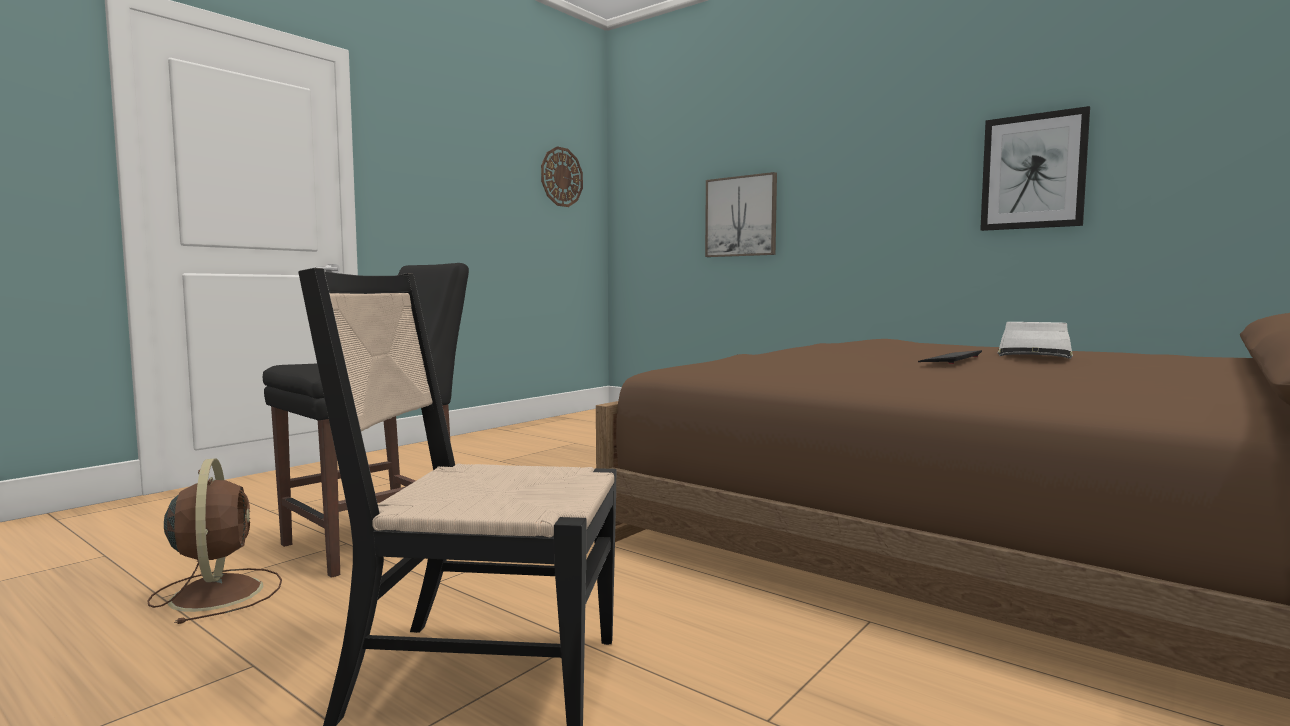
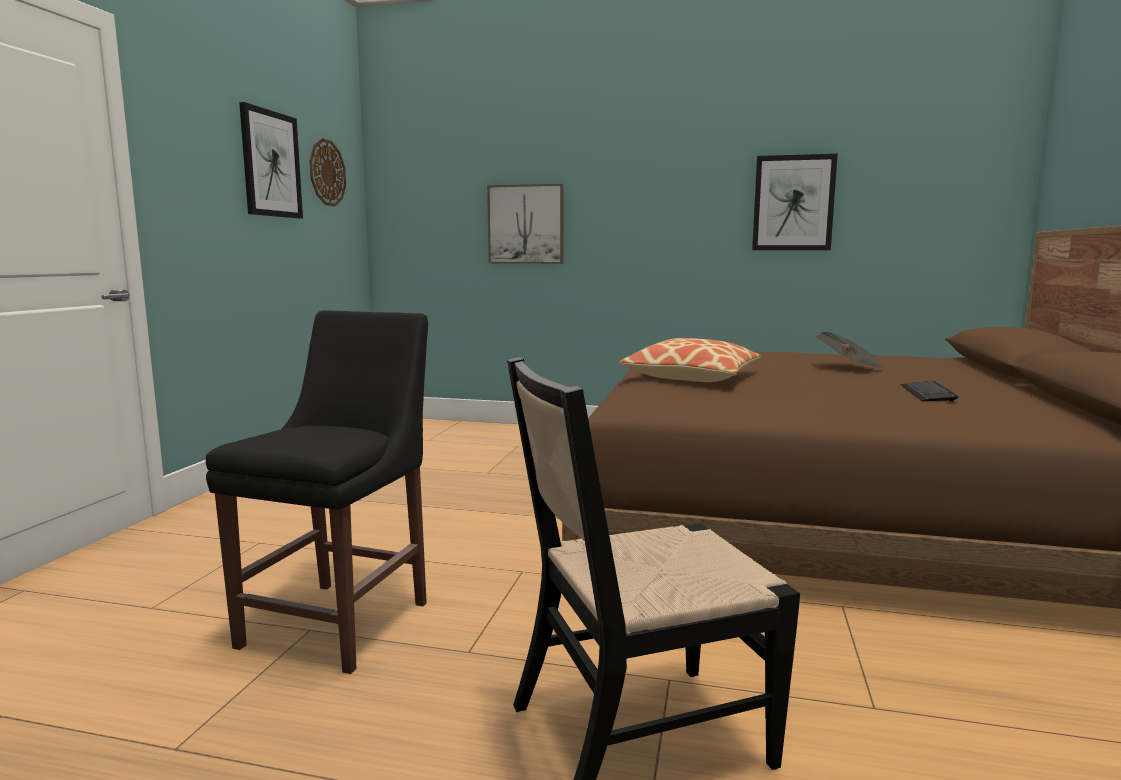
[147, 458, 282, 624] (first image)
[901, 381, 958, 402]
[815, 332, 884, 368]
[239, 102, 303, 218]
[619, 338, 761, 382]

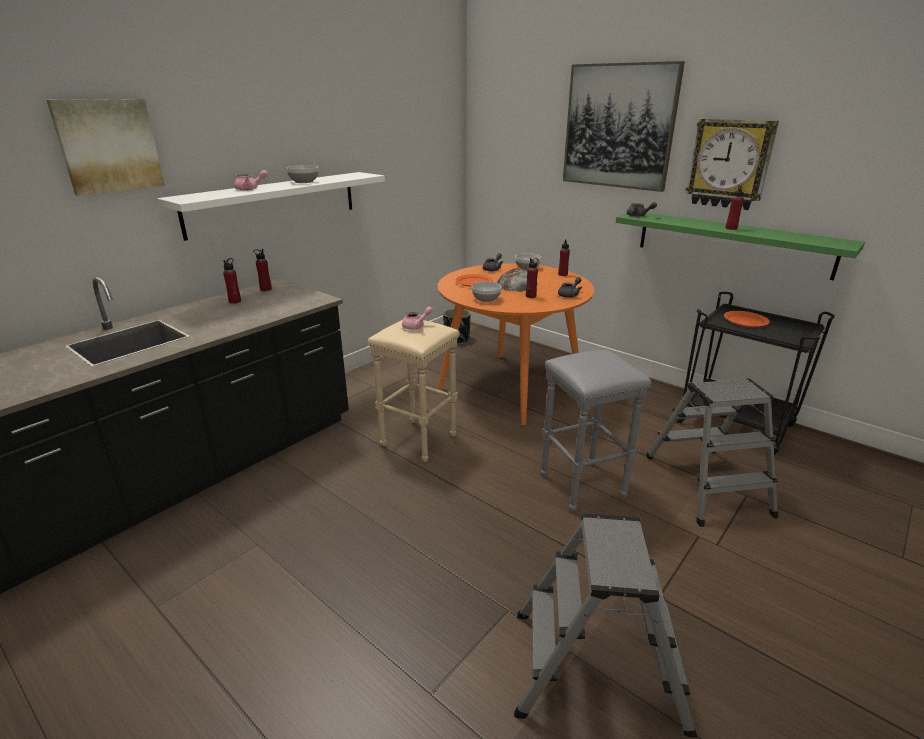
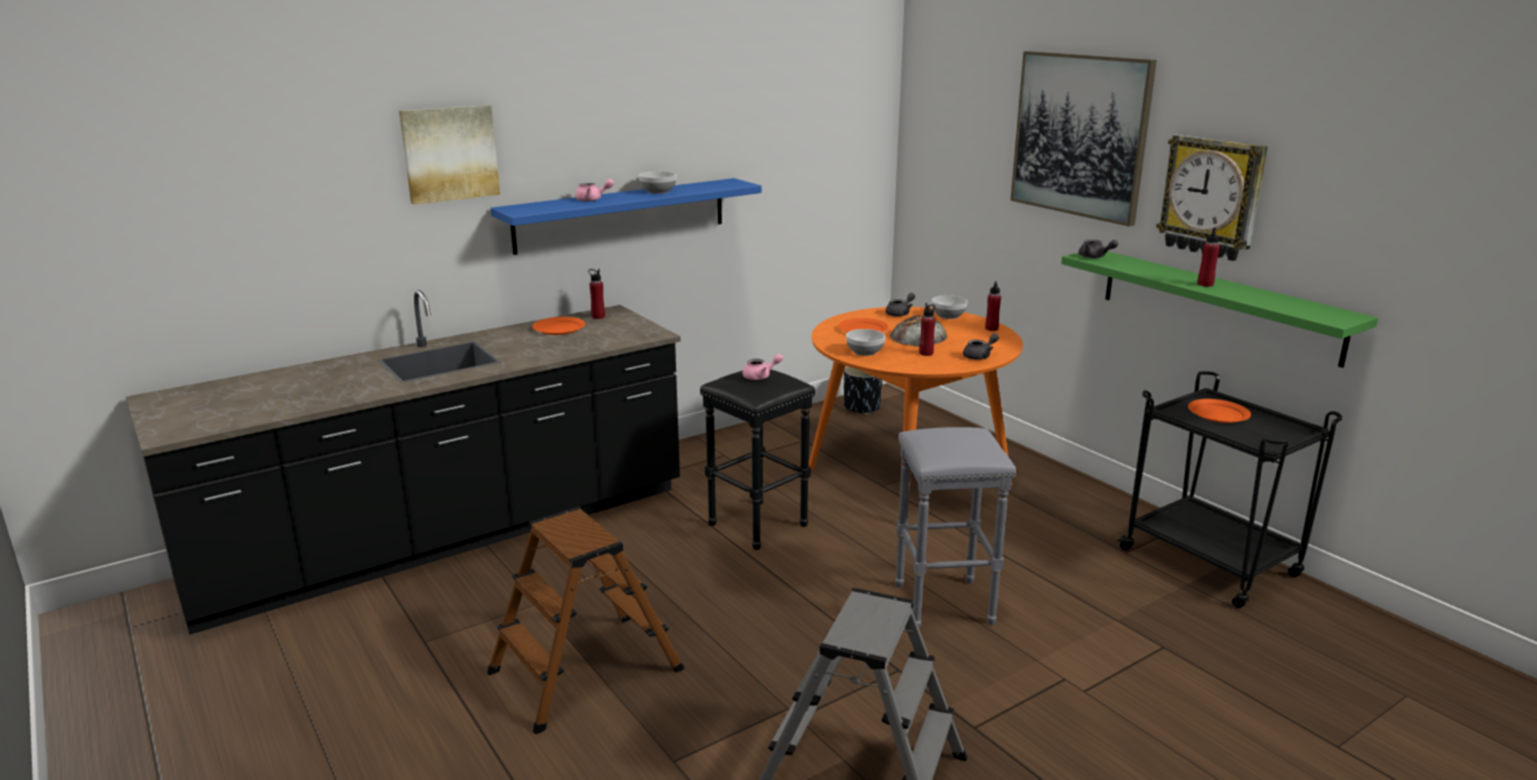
[491, 178, 762, 255]
[532, 317, 586, 335]
[700, 369, 815, 550]
[646, 378, 778, 527] (first image)
[487, 506, 685, 734]

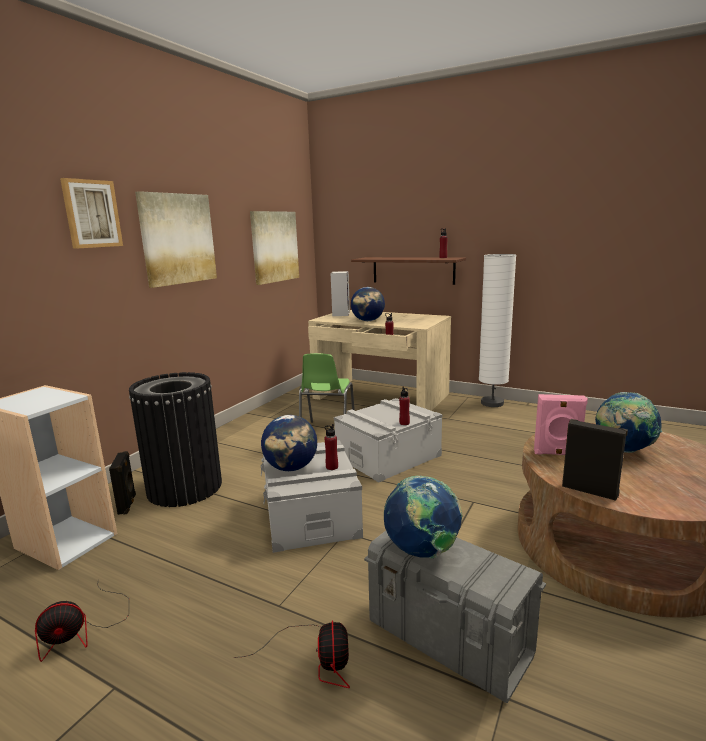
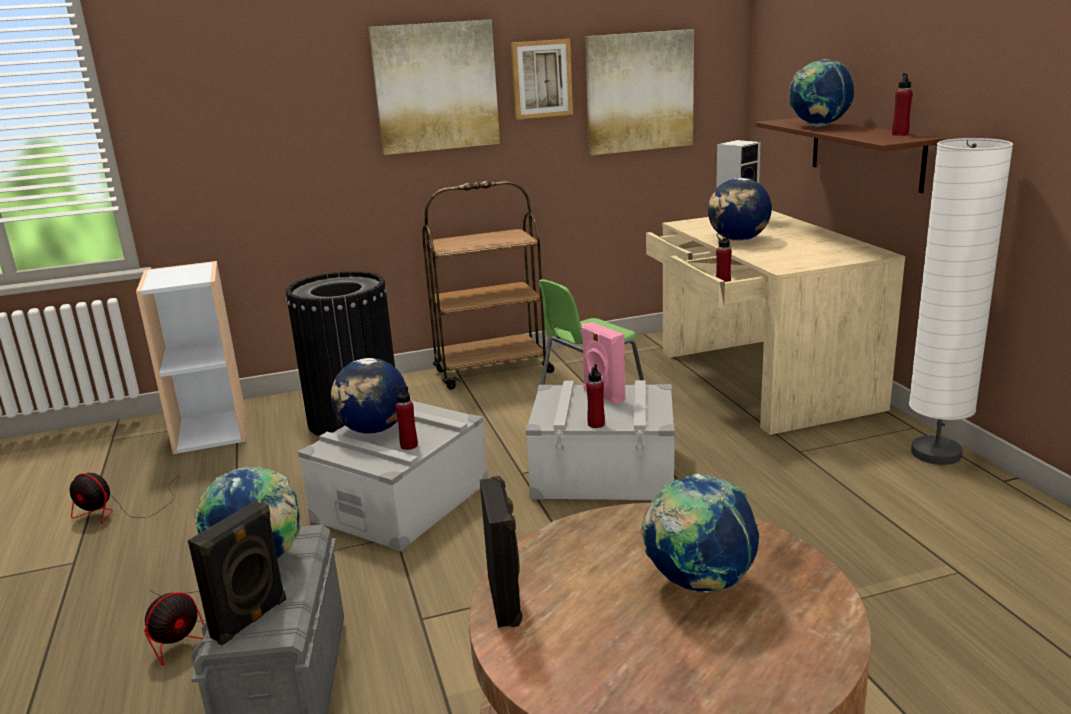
[511, 39, 573, 120]
[188, 501, 286, 646]
[581, 322, 625, 405]
[422, 181, 554, 390]
[789, 59, 854, 127]

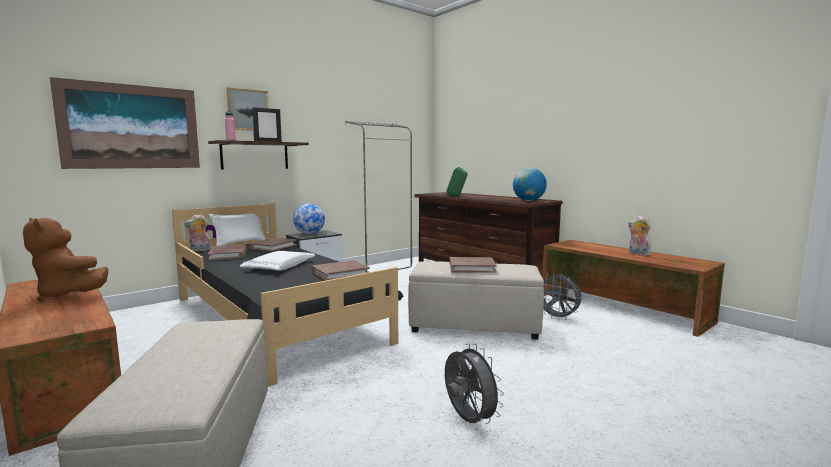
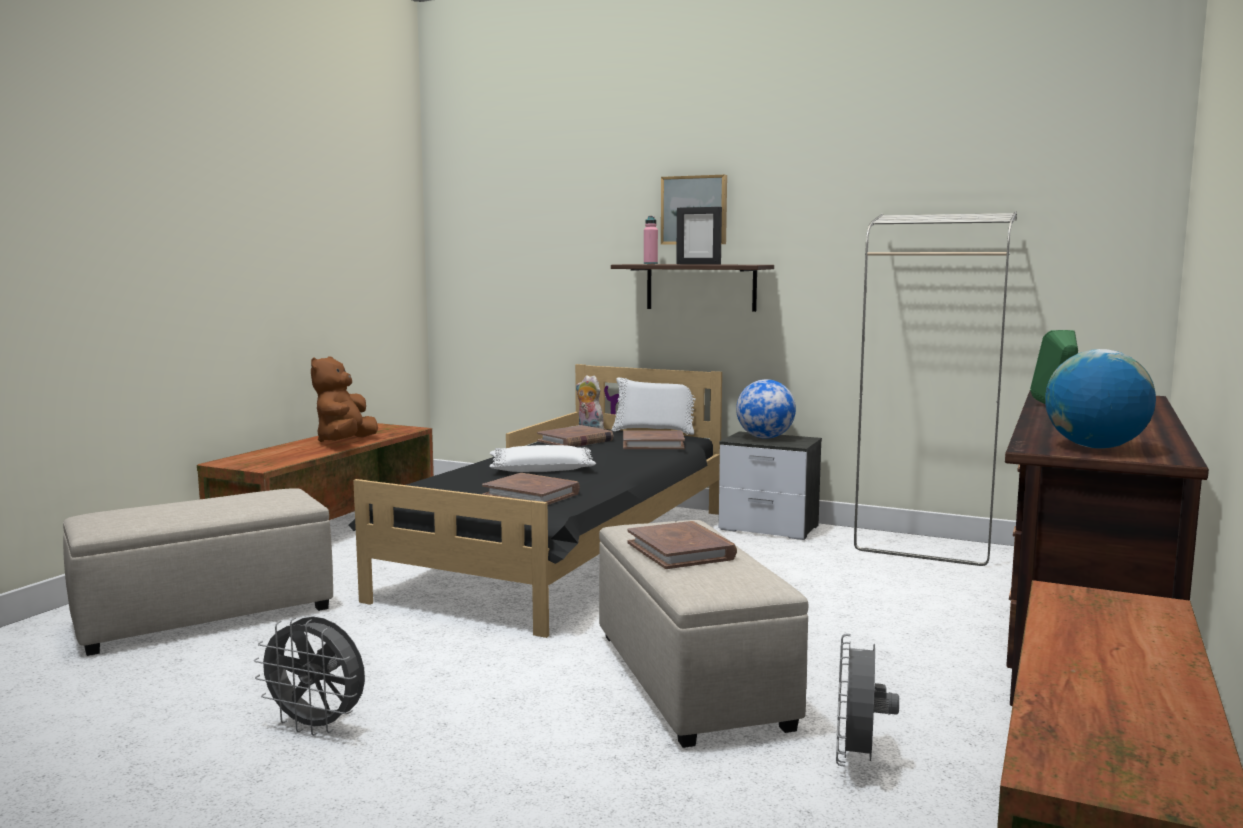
[50, 77, 200, 169] (first image)
[254, 617, 365, 736]
[628, 216, 651, 256] (first image)

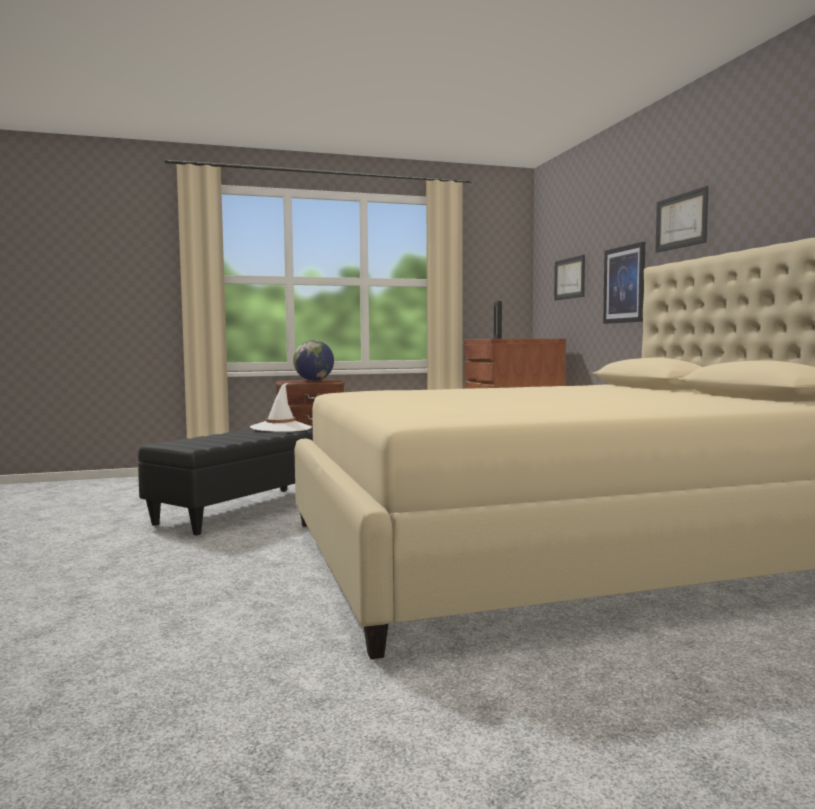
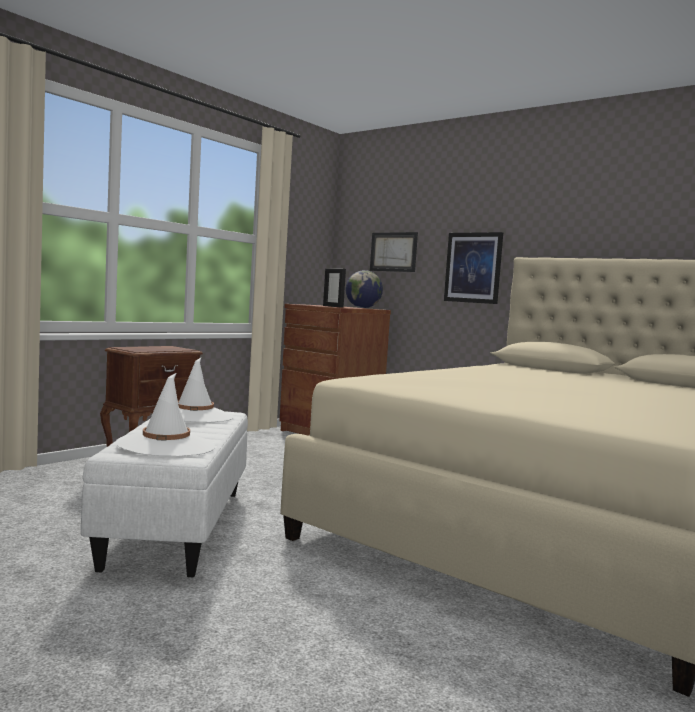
[81, 411, 248, 578]
[346, 270, 383, 308]
[655, 186, 709, 253] (first image)
[115, 373, 215, 457]

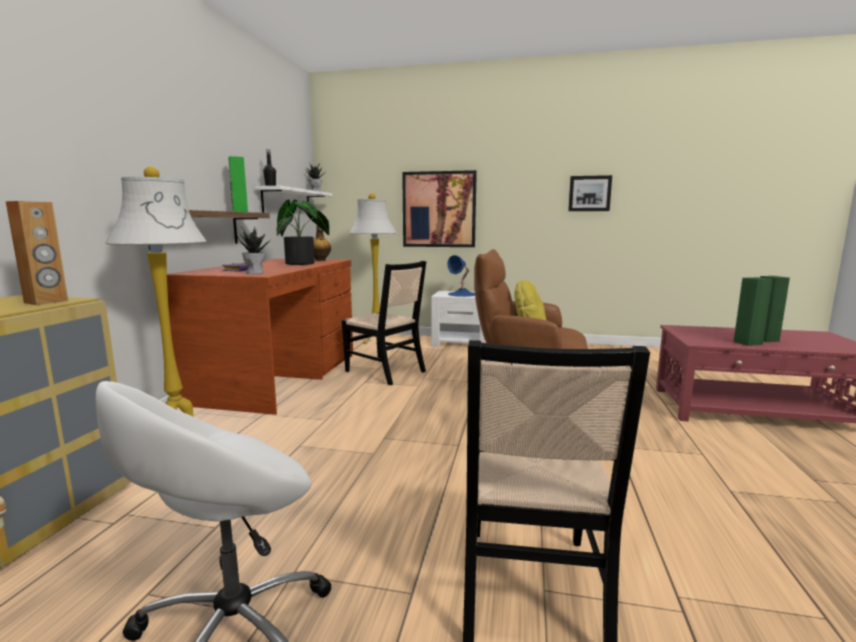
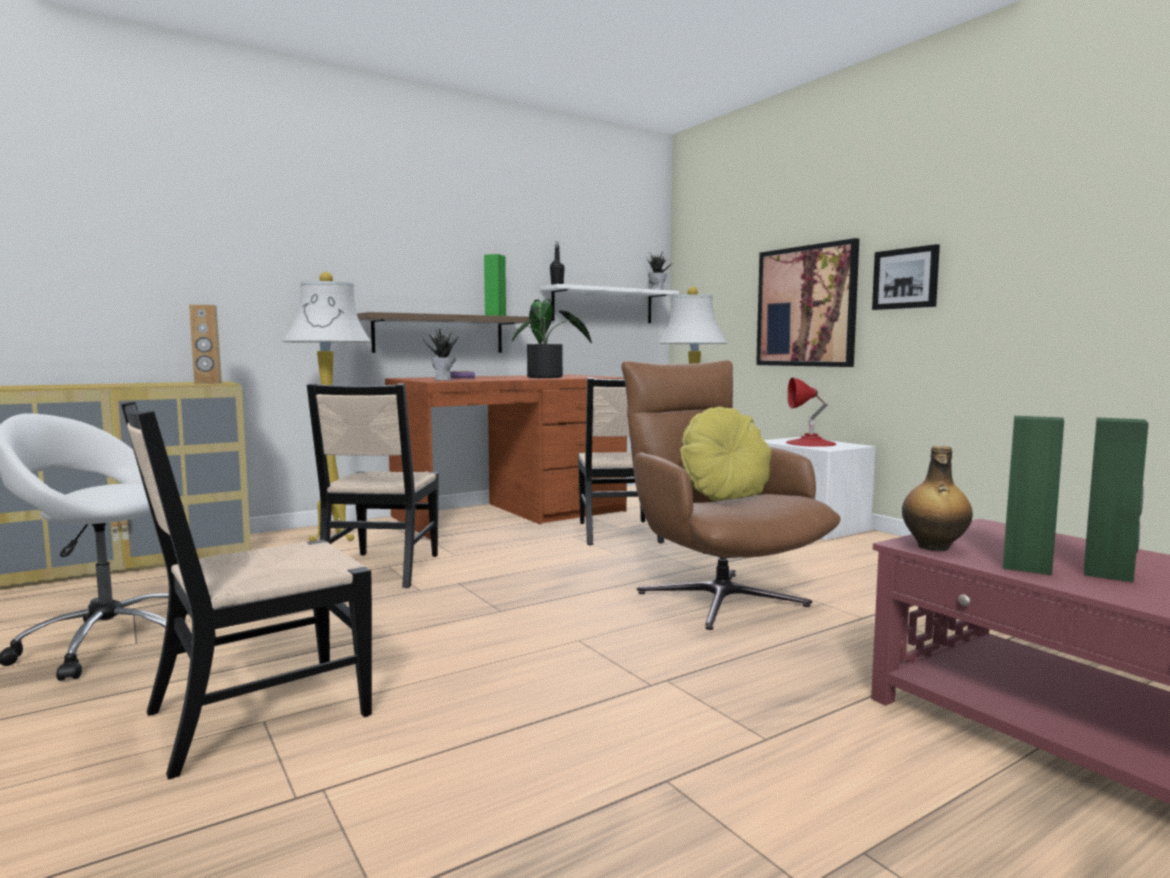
[902, 446, 973, 551]
[786, 377, 837, 447]
[872, 244, 940, 310]
[307, 383, 439, 588]

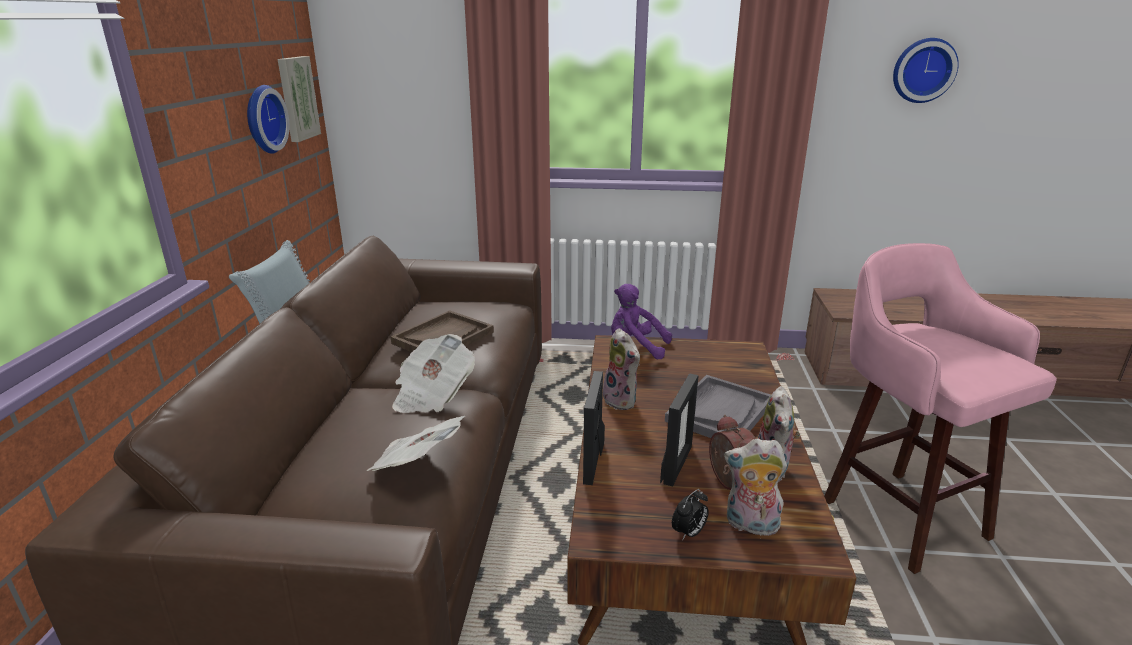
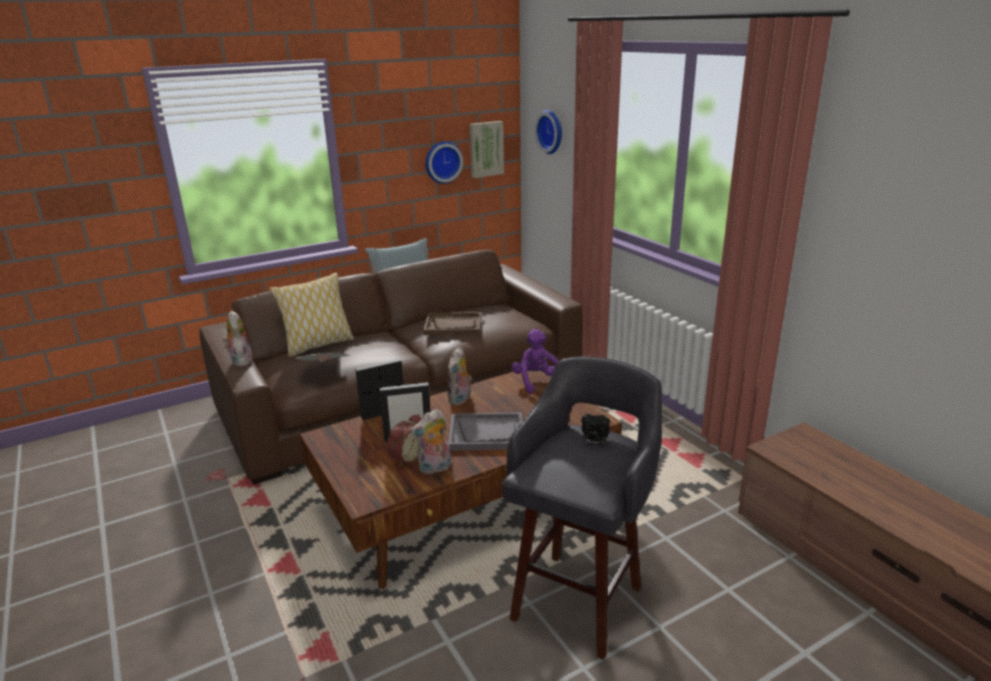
[392, 334, 475, 413] (first image)
[581, 411, 610, 445]
[223, 310, 253, 366]
[502, 357, 662, 660]
[535, 110, 562, 154]
[269, 273, 354, 357]

